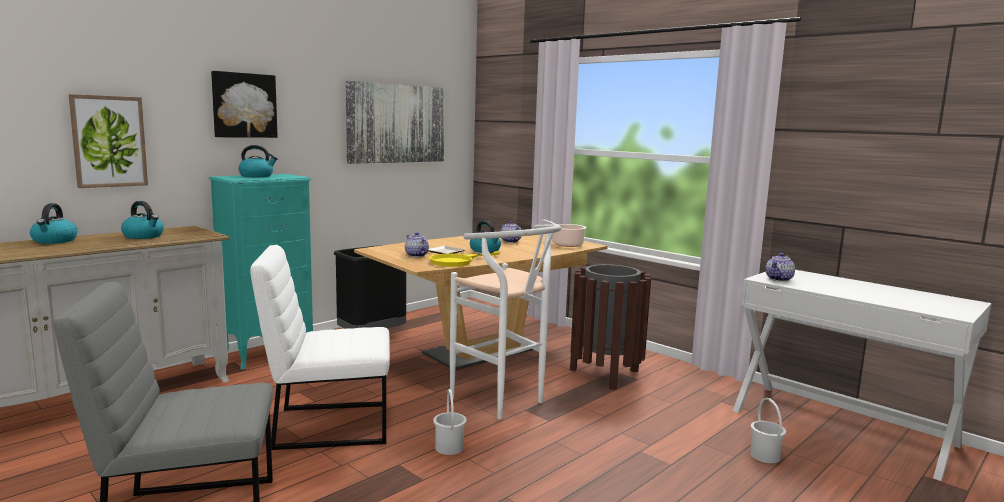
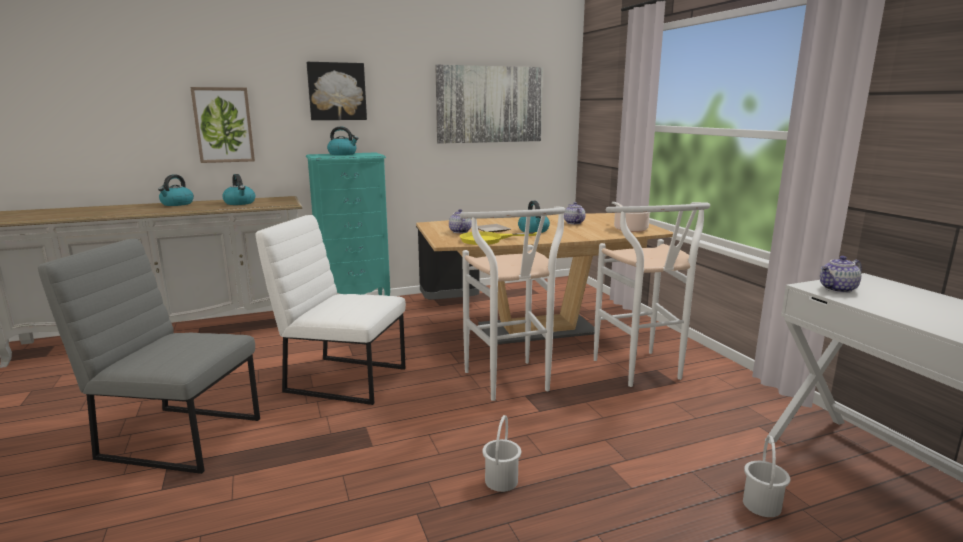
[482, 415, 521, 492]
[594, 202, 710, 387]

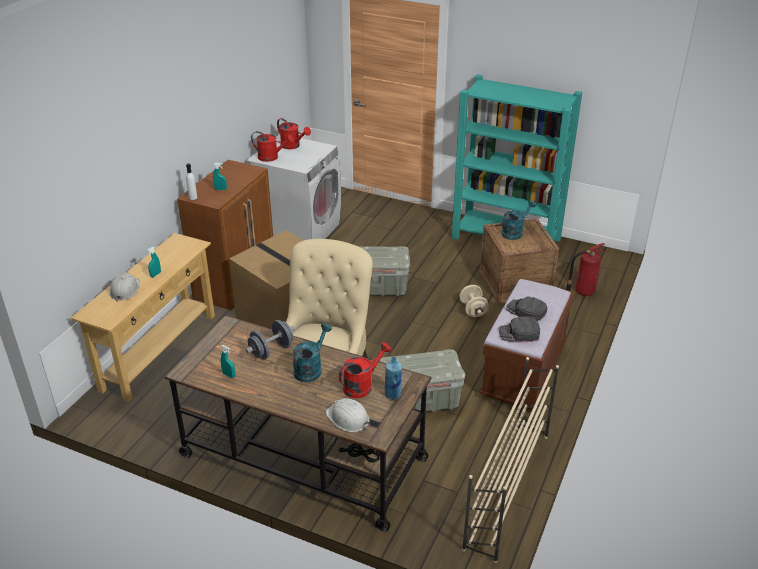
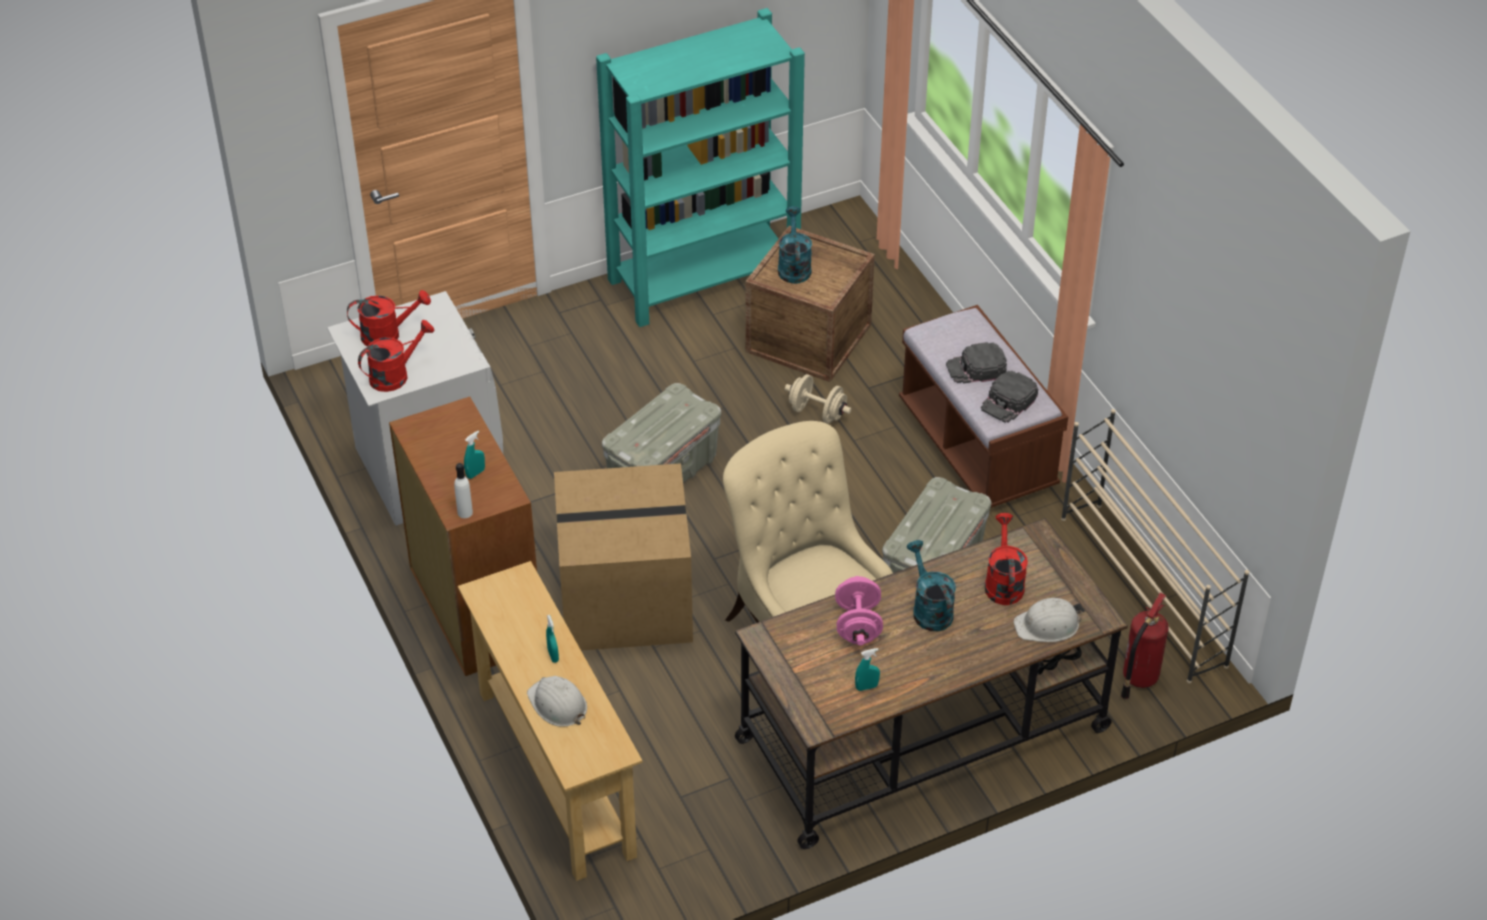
[835, 576, 883, 645]
[385, 357, 402, 399] (first image)
[1121, 592, 1169, 700]

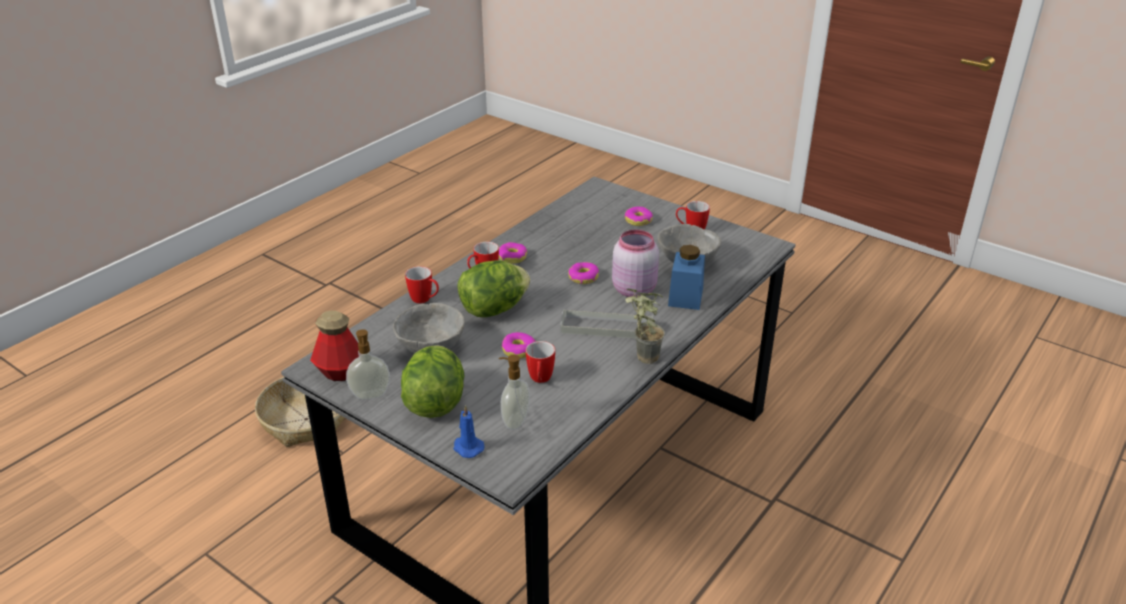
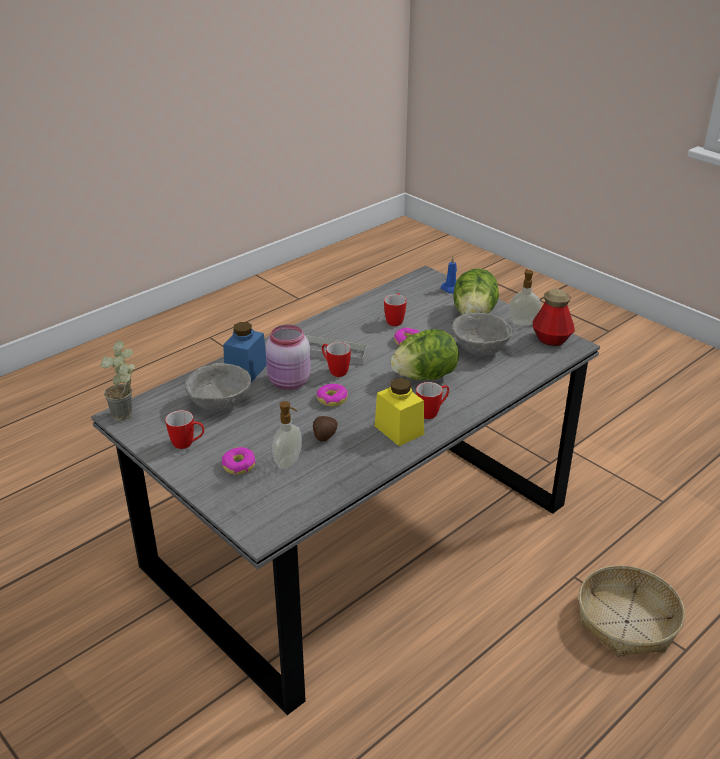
[322, 342, 351, 377]
[375, 378, 424, 446]
[272, 401, 302, 469]
[100, 340, 135, 421]
[313, 416, 338, 442]

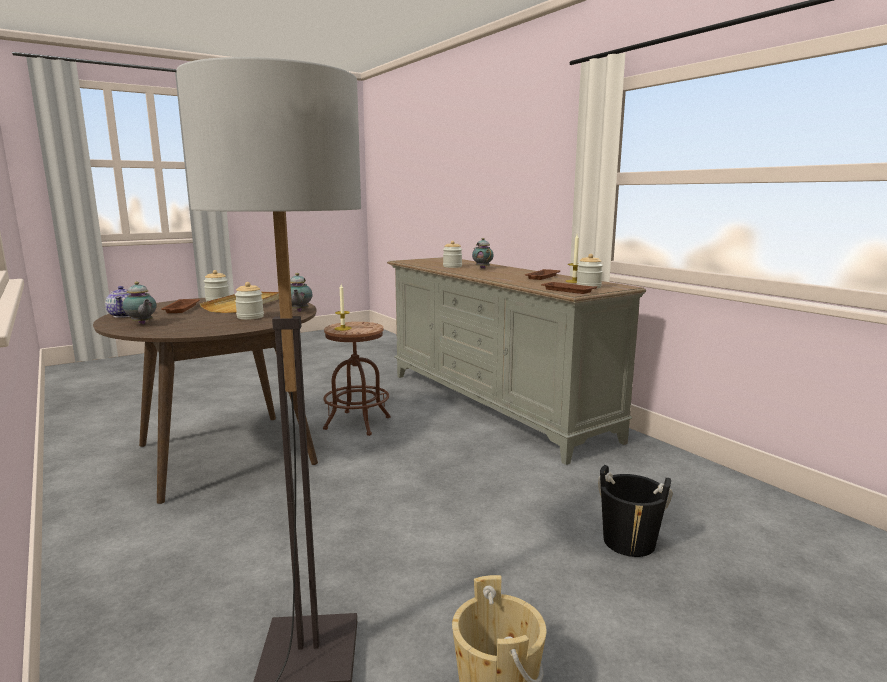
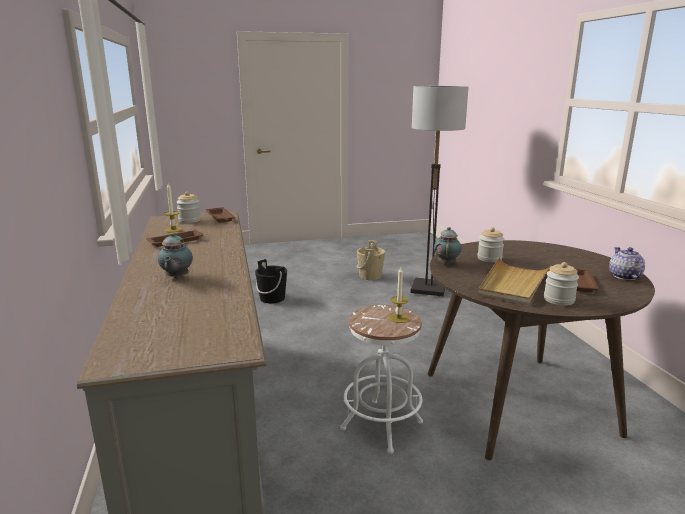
[123, 282, 157, 324] (first image)
[340, 305, 423, 454]
[443, 241, 462, 268] (first image)

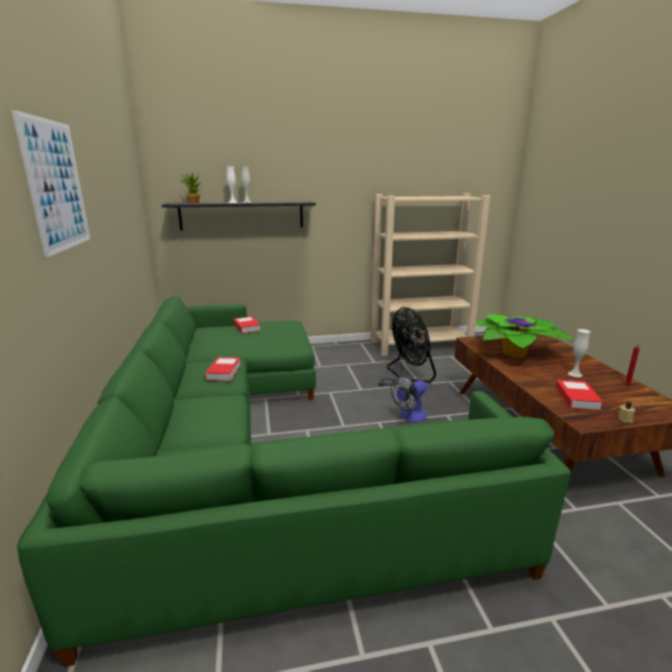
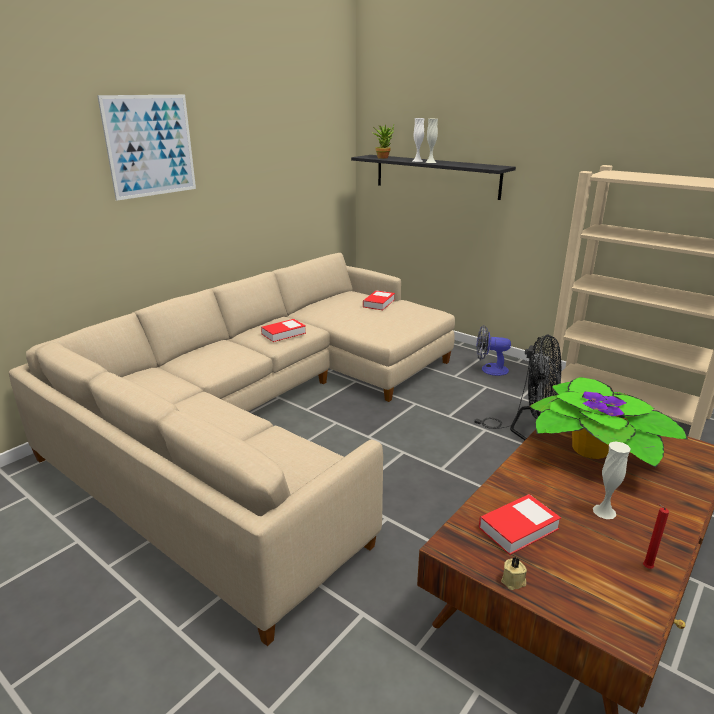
[9, 253, 455, 646]
[476, 325, 511, 376]

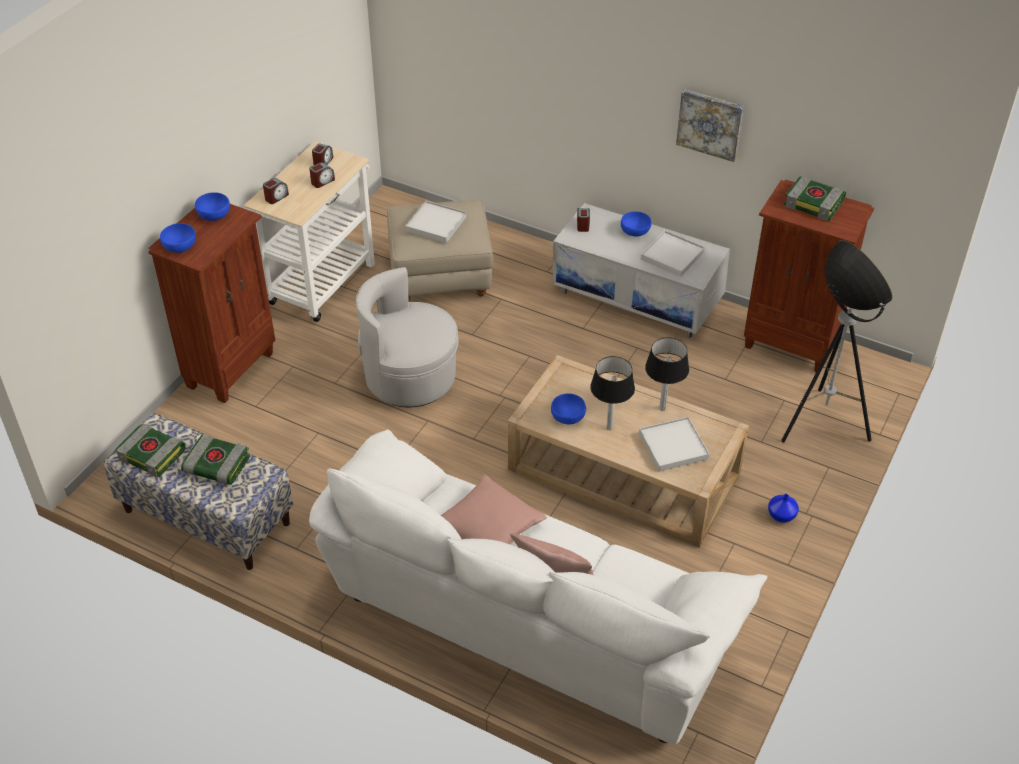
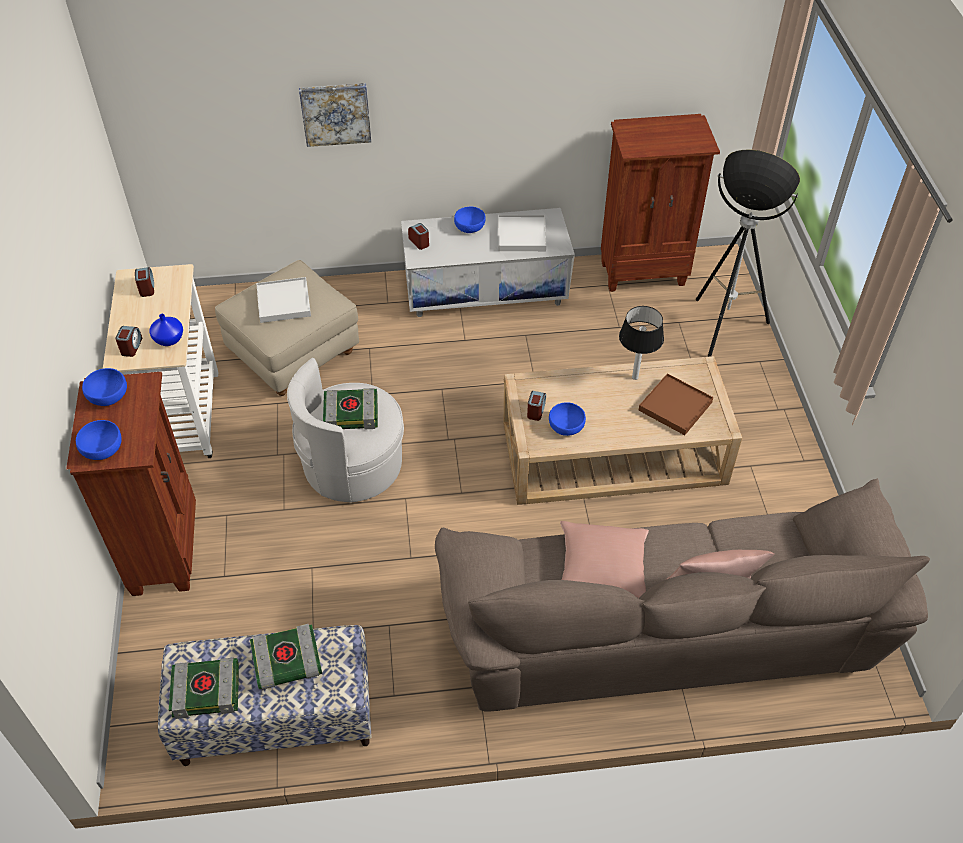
[527, 391, 546, 421]
[435, 478, 930, 712]
[590, 356, 635, 430] (first image)
[639, 373, 713, 435]
[299, 83, 371, 147]
[150, 314, 183, 346]
[323, 388, 378, 430]

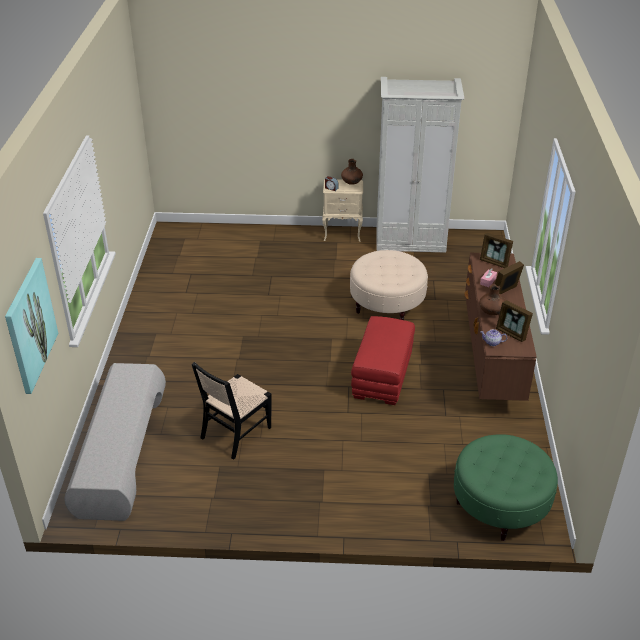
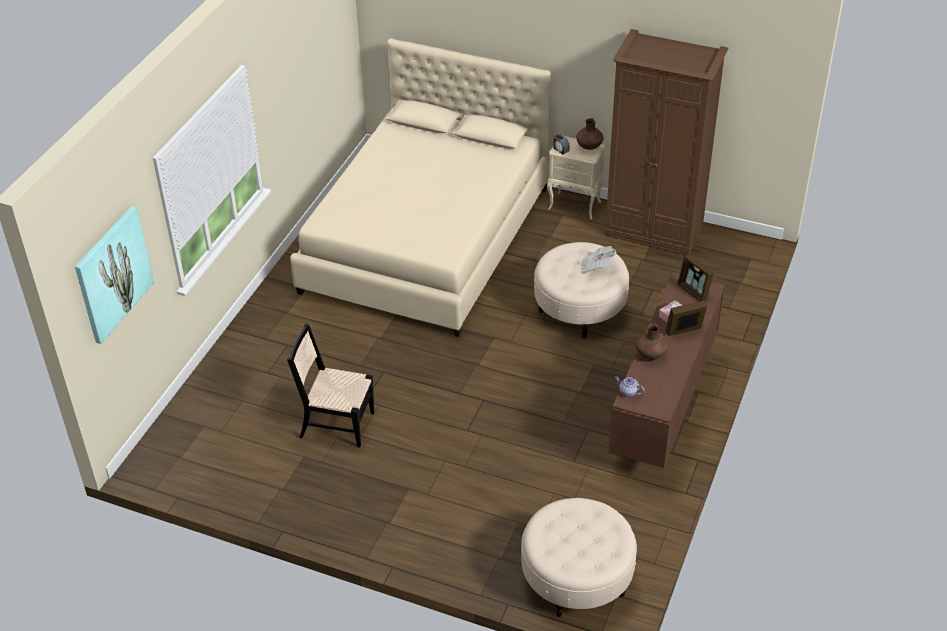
[64, 363, 166, 521] (first image)
[287, 323, 374, 447]
[351, 316, 415, 405] (first image)
[605, 29, 728, 255]
[521, 498, 637, 618]
[496, 300, 533, 342] (first image)
[290, 38, 551, 337]
[579, 246, 616, 272]

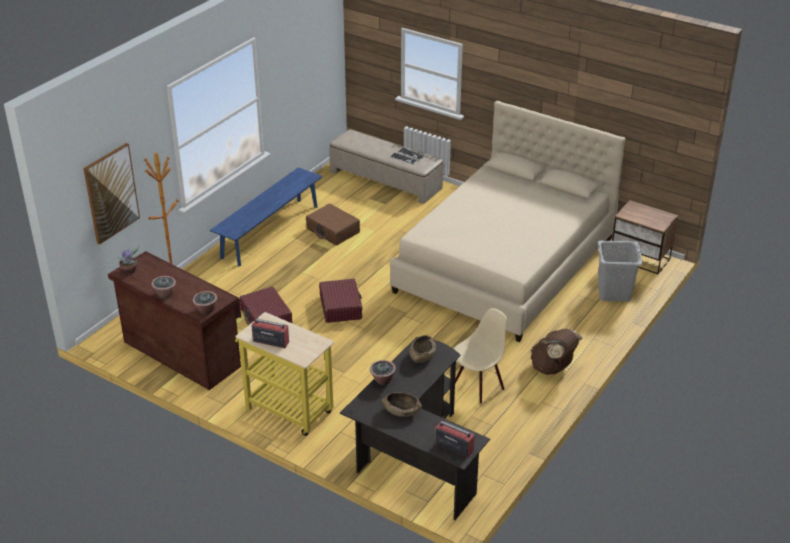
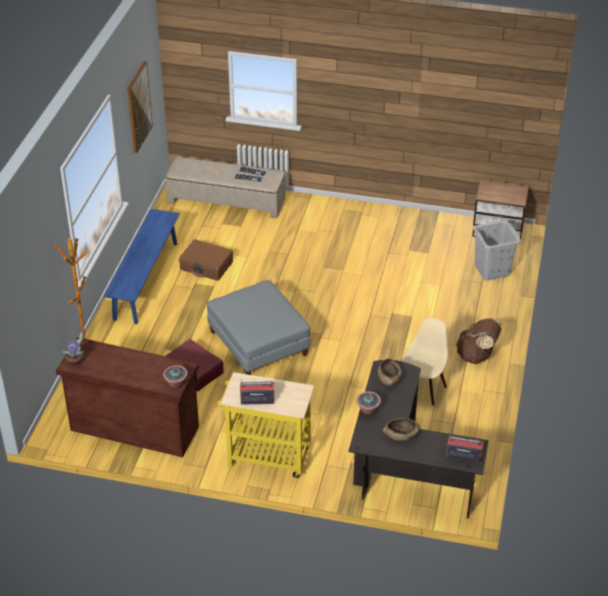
[127, 61, 153, 153]
[151, 276, 176, 298] (first image)
[207, 280, 310, 375]
[390, 101, 625, 342] (first image)

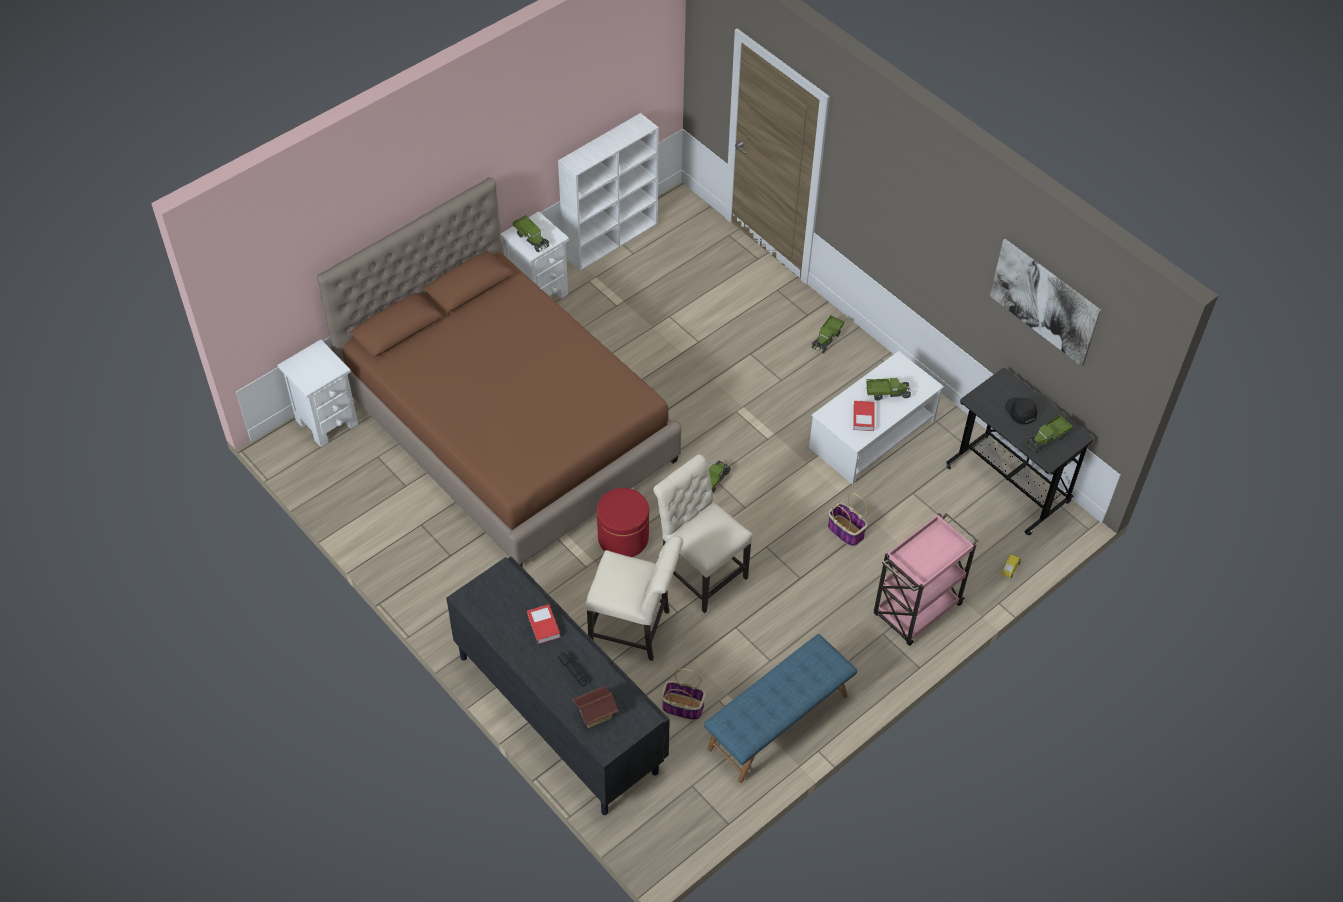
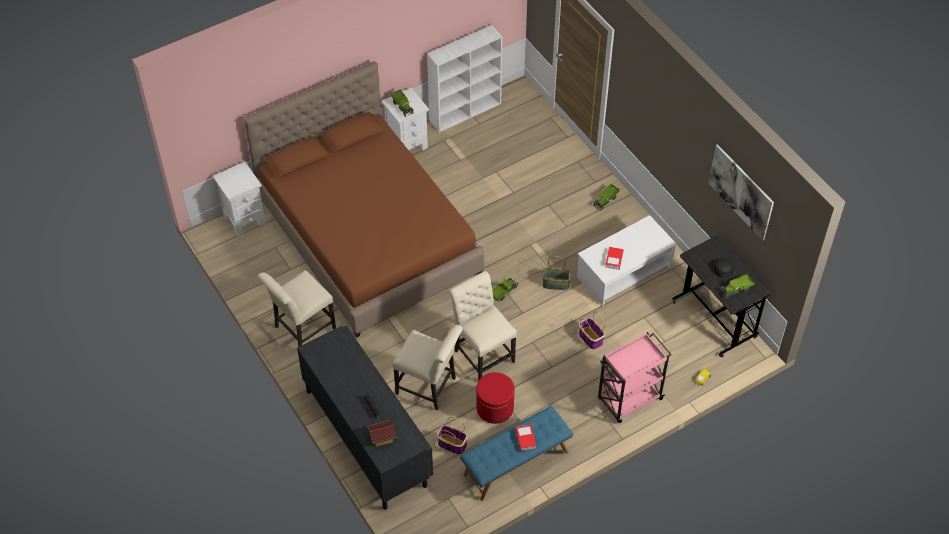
[515, 425, 536, 451]
[476, 372, 515, 424]
[866, 378, 911, 400] (first image)
[258, 270, 336, 347]
[543, 256, 571, 290]

